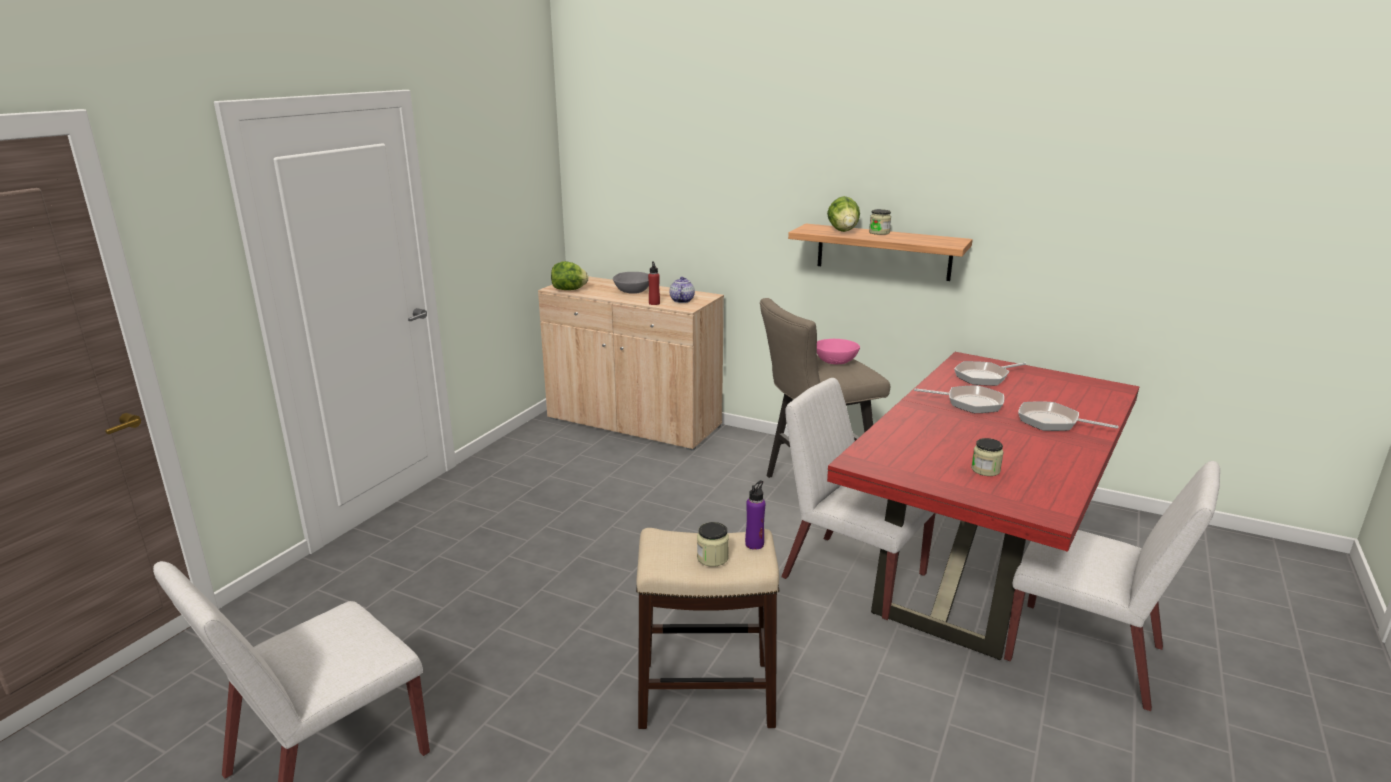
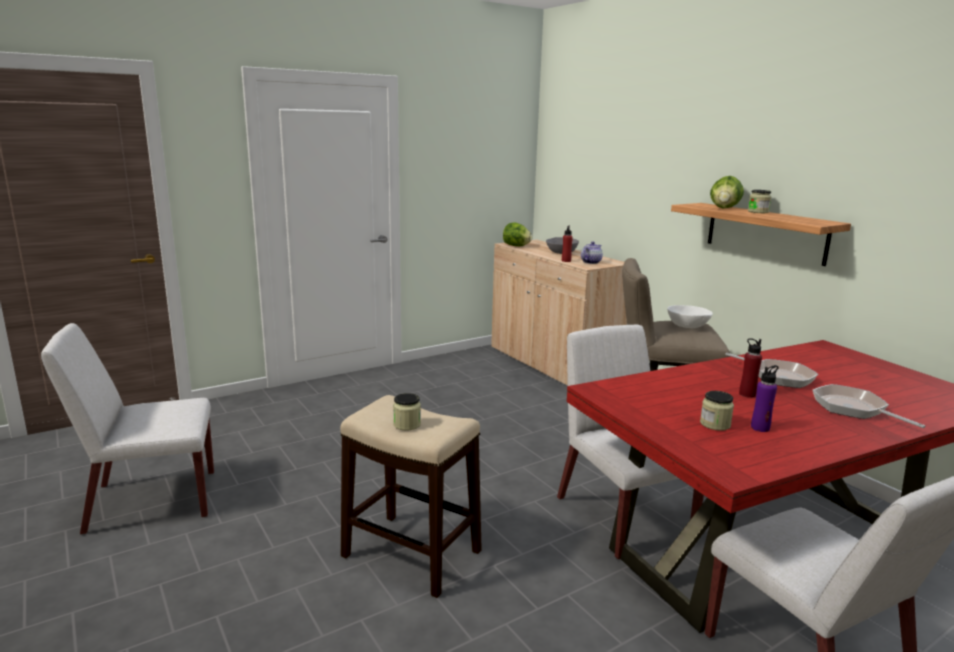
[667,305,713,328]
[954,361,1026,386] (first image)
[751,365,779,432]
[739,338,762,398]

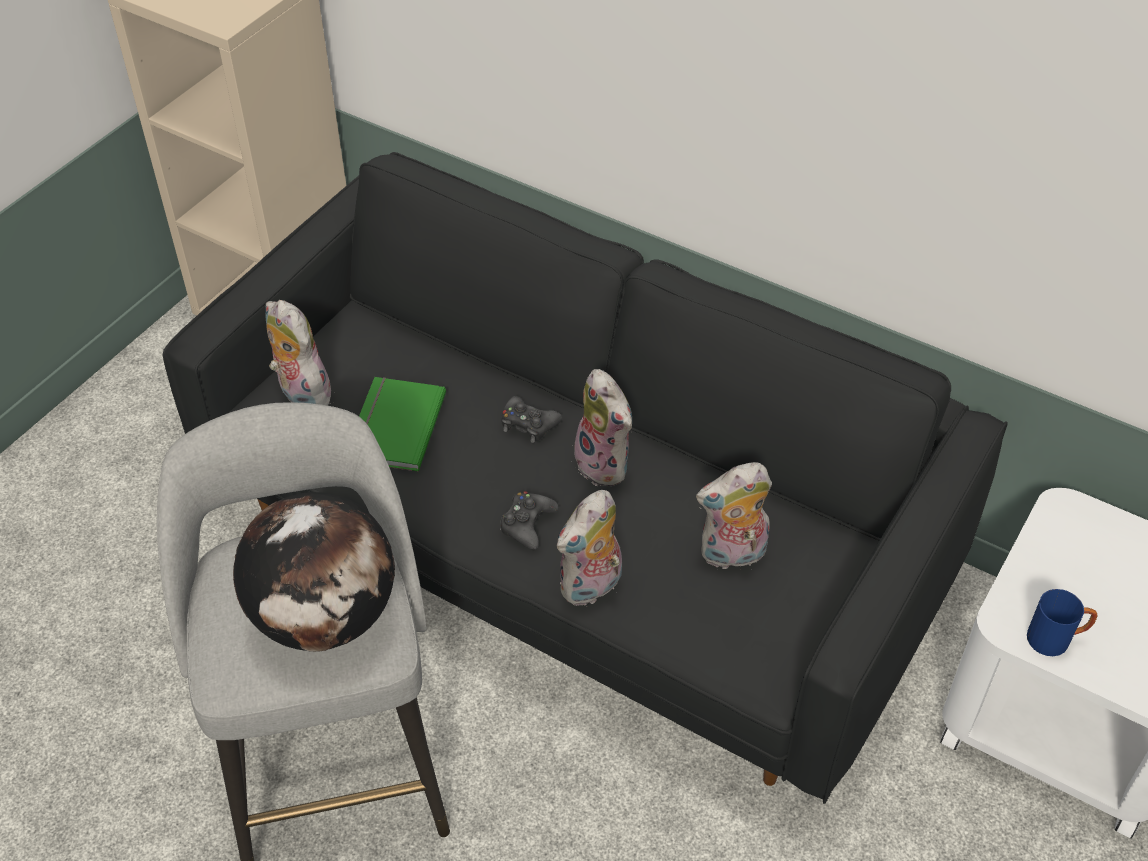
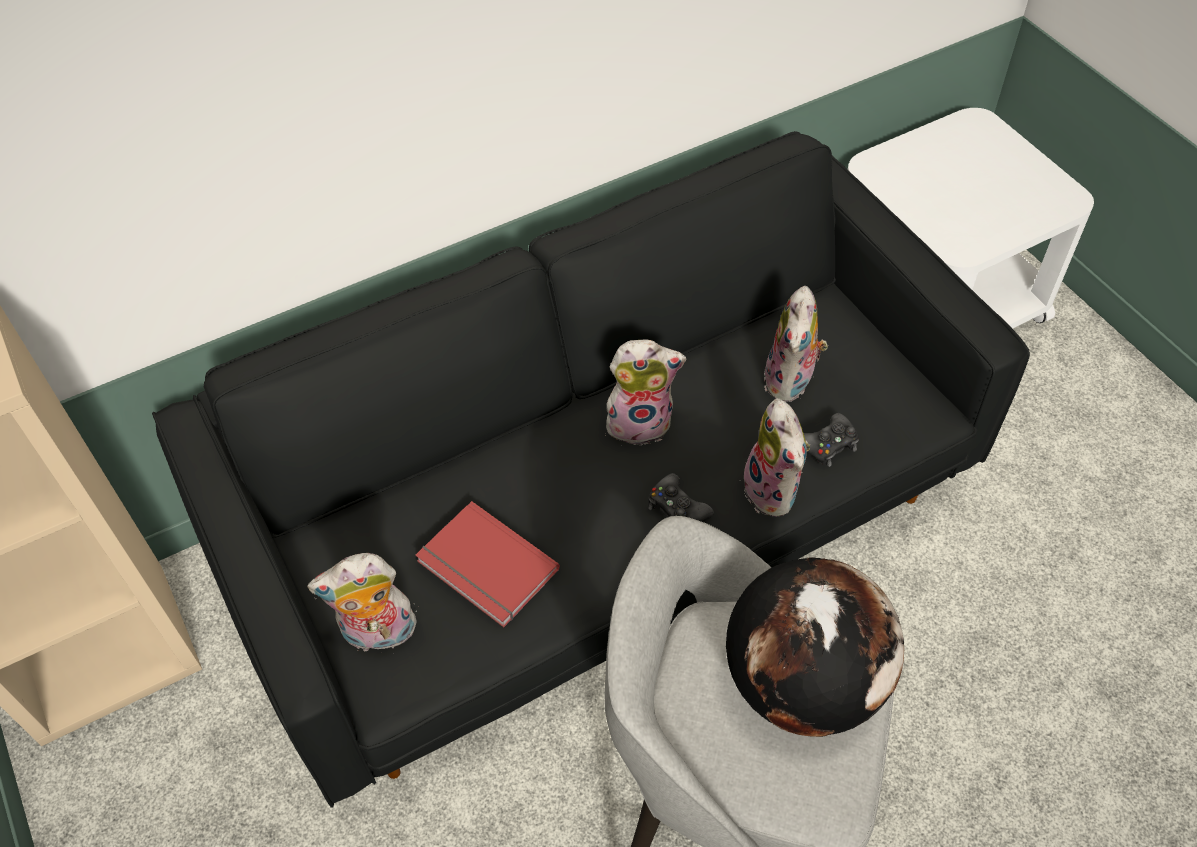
[415,501,560,627]
[804,413,859,467]
[1027,589,1097,656] (first image)

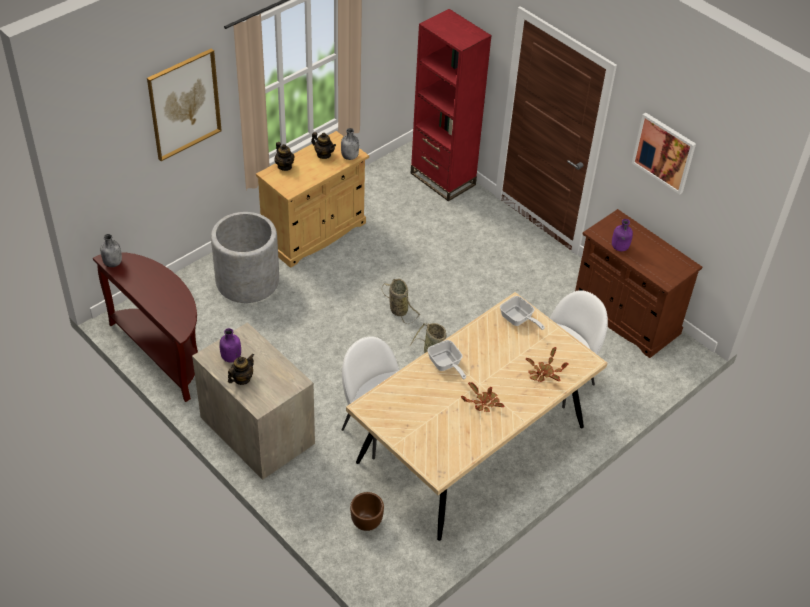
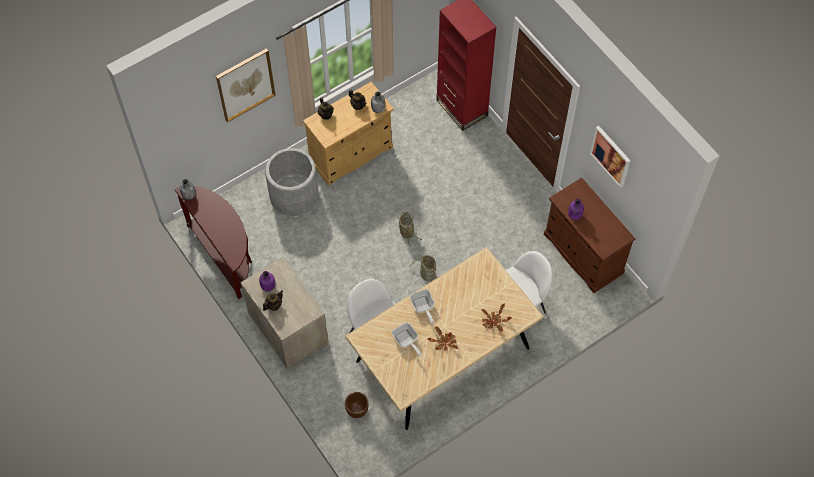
[392,322,422,356]

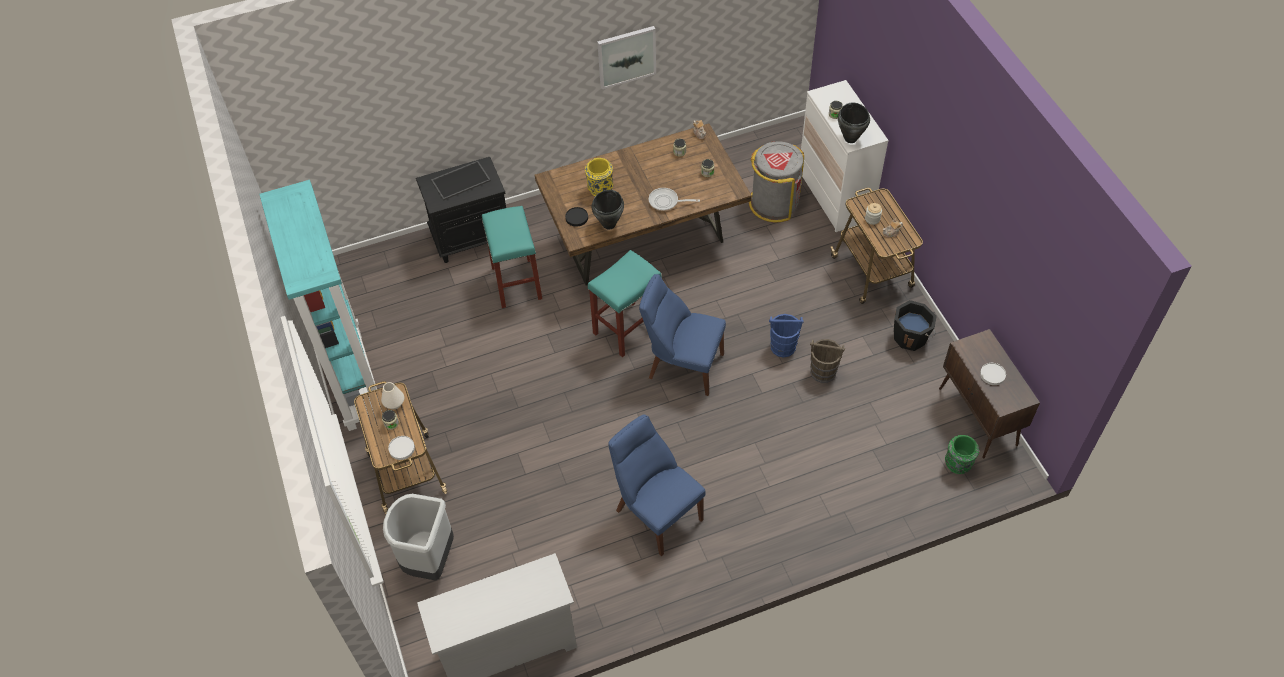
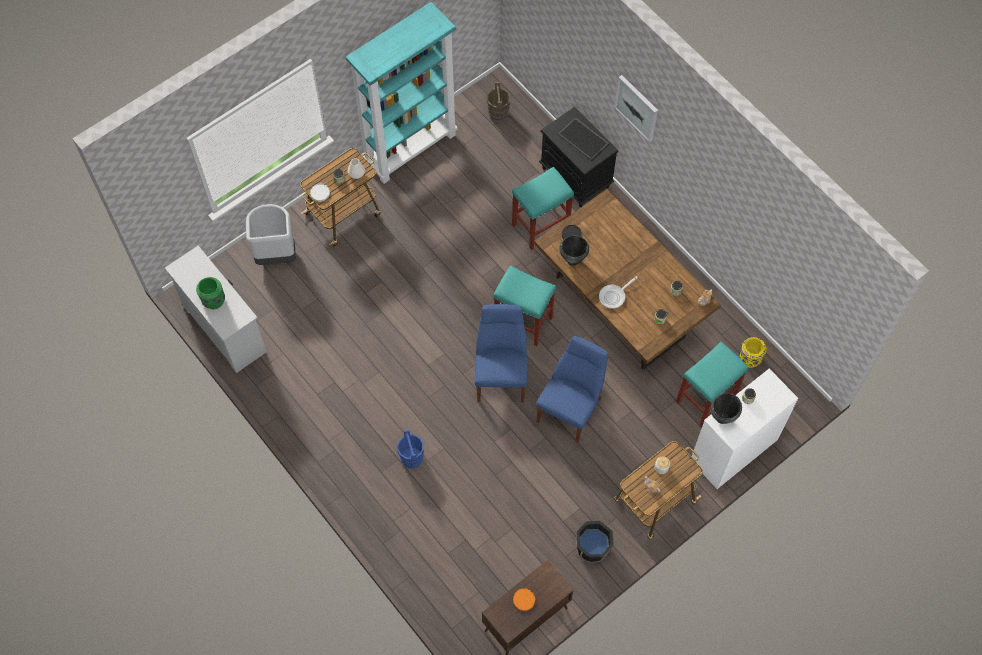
[614,75,658,142]
[676,342,748,427]
[740,337,766,368]
[599,276,638,309]
[397,430,424,469]
[487,82,511,122]
[513,588,535,611]
[536,336,608,443]
[196,277,225,309]

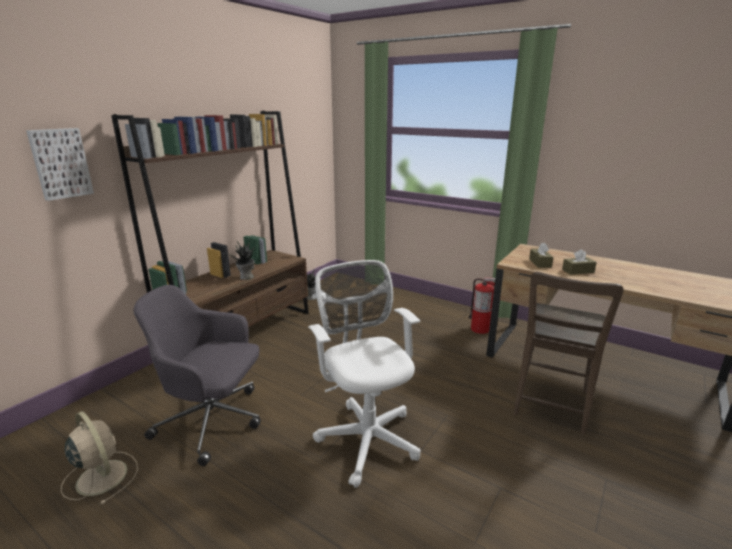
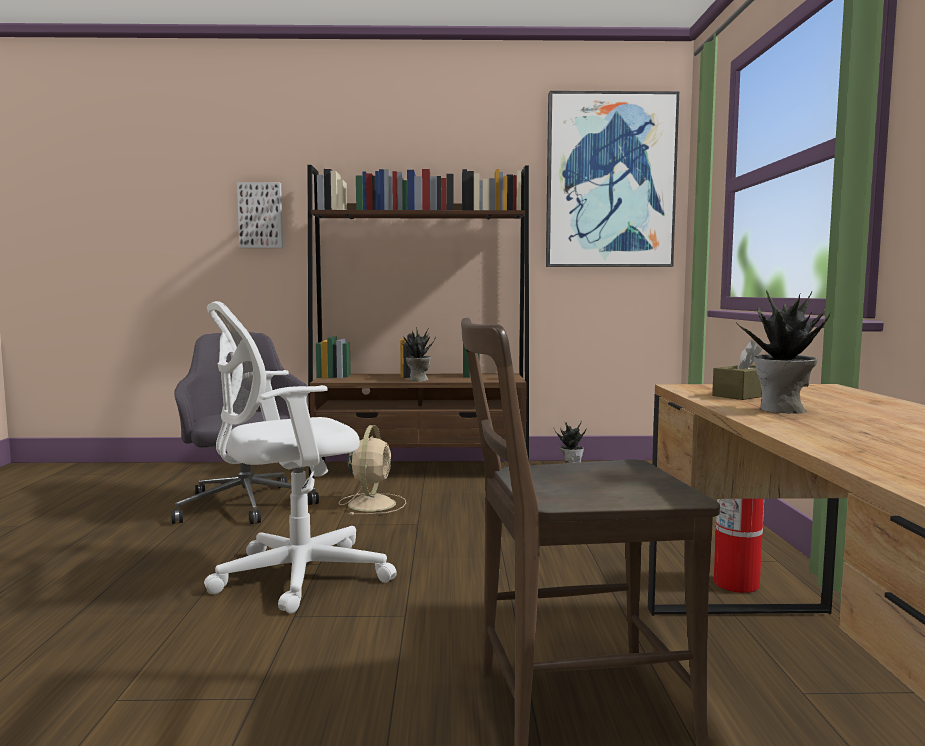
[736,291,830,414]
[204,301,397,614]
[339,425,406,515]
[546,91,679,267]

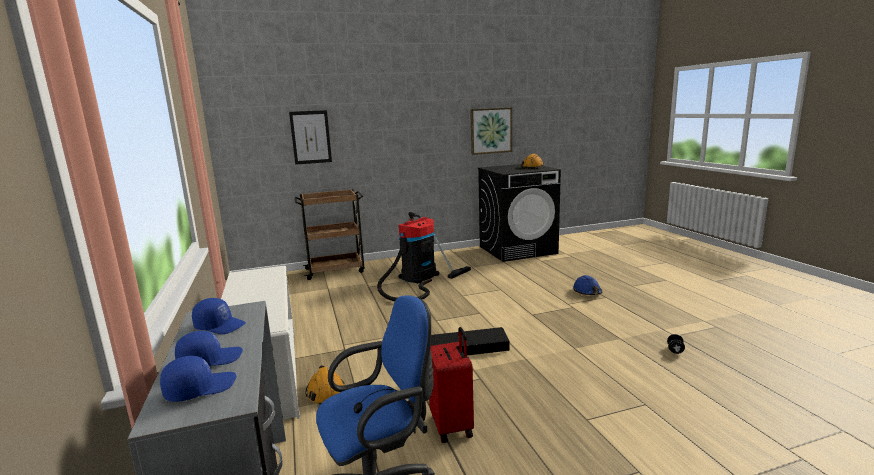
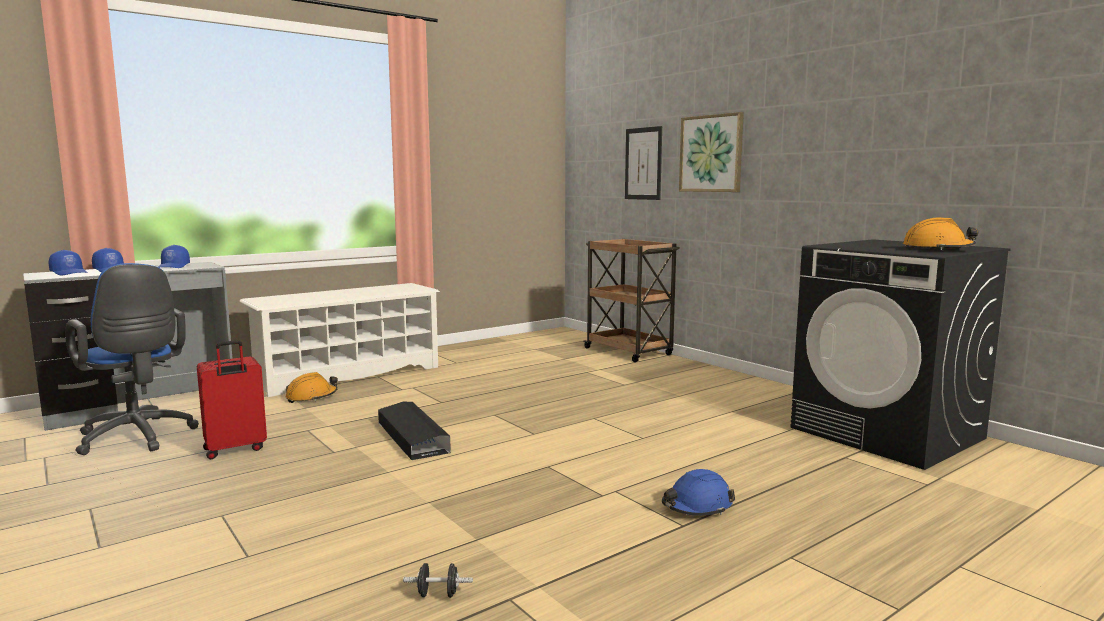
[679,112,744,192]
[377,212,471,301] (first image)

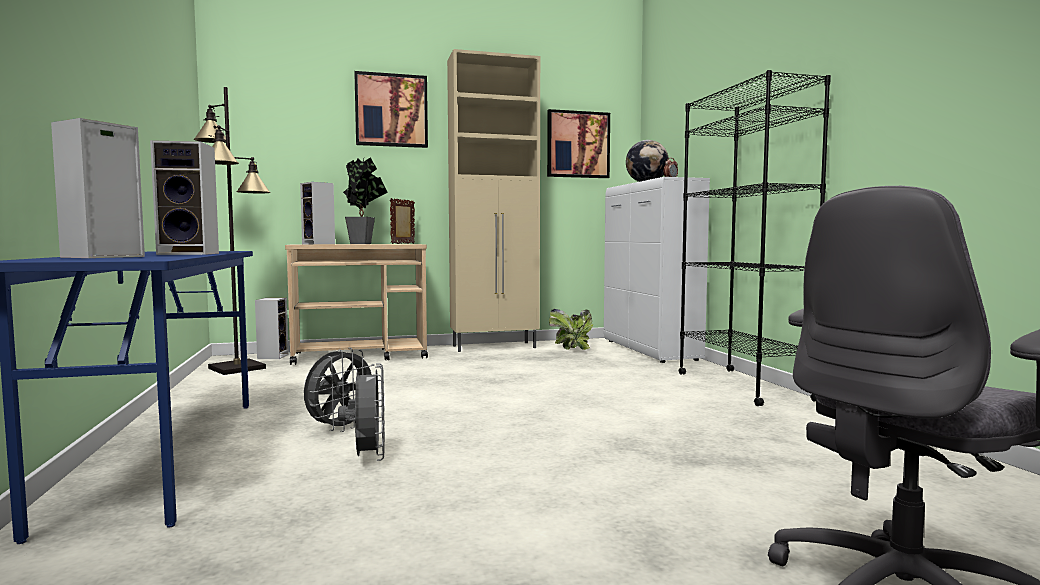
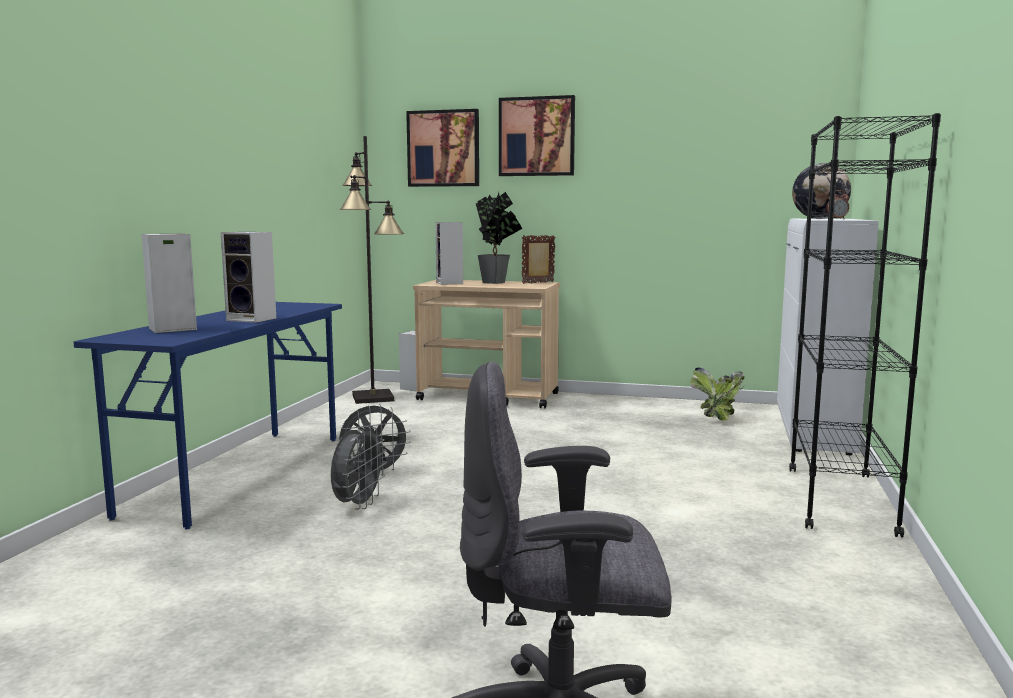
[447,49,540,352] (first image)
[406,109,479,187]

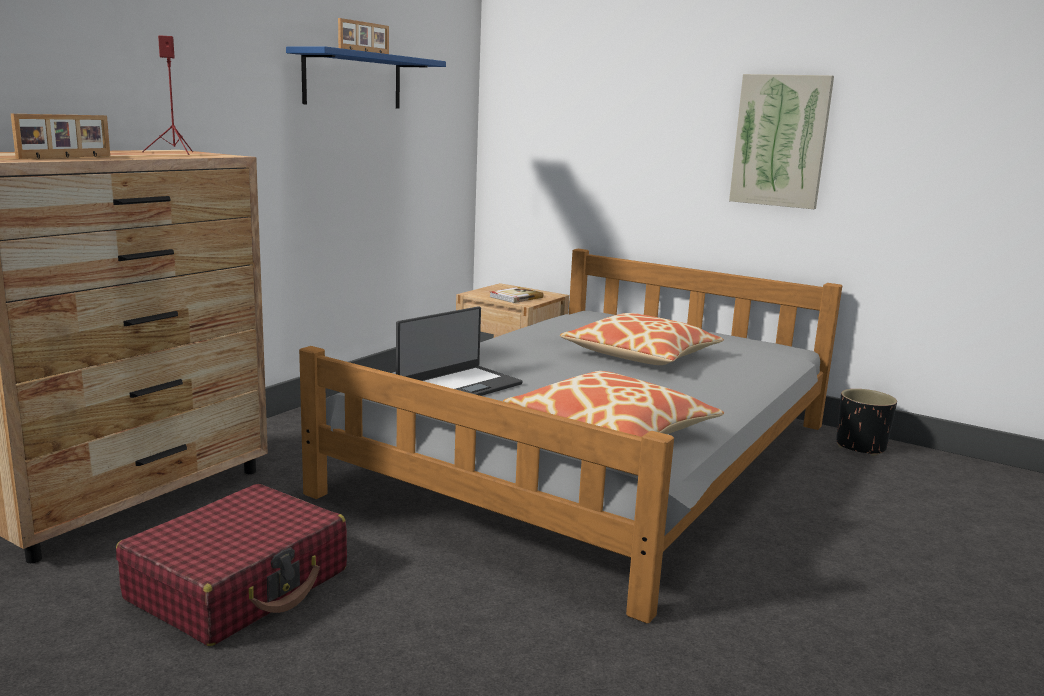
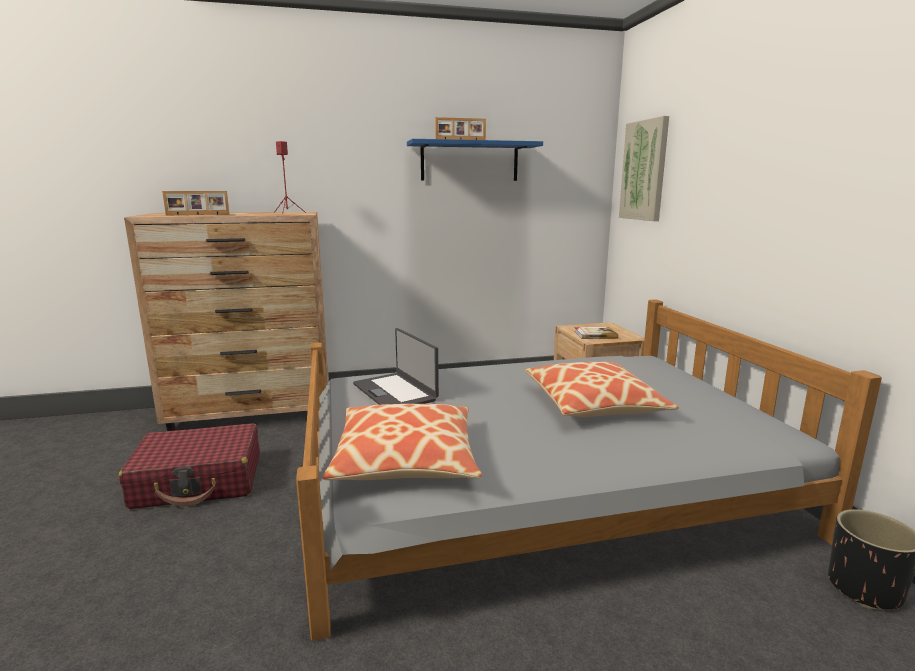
[619,116,669,221]
[353,328,439,405]

